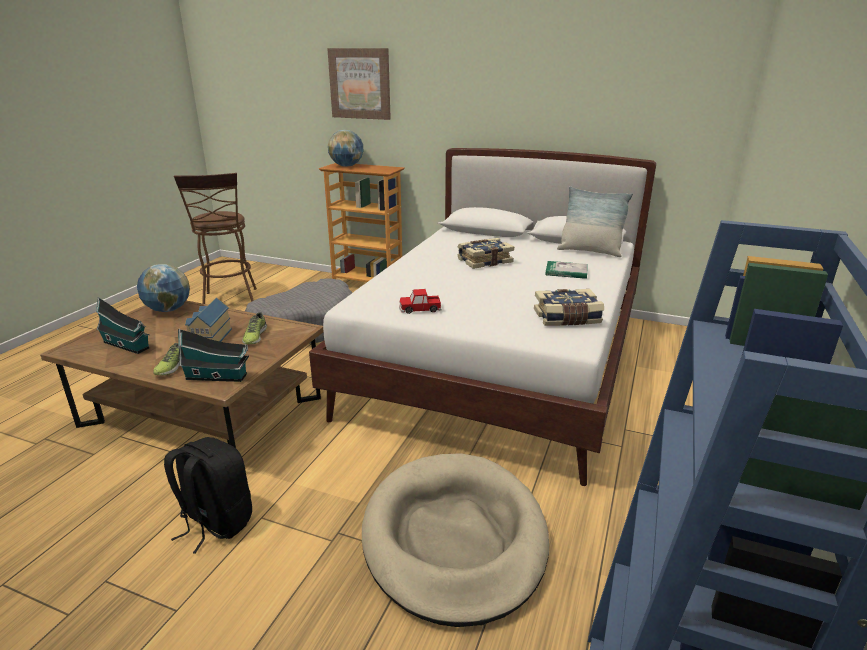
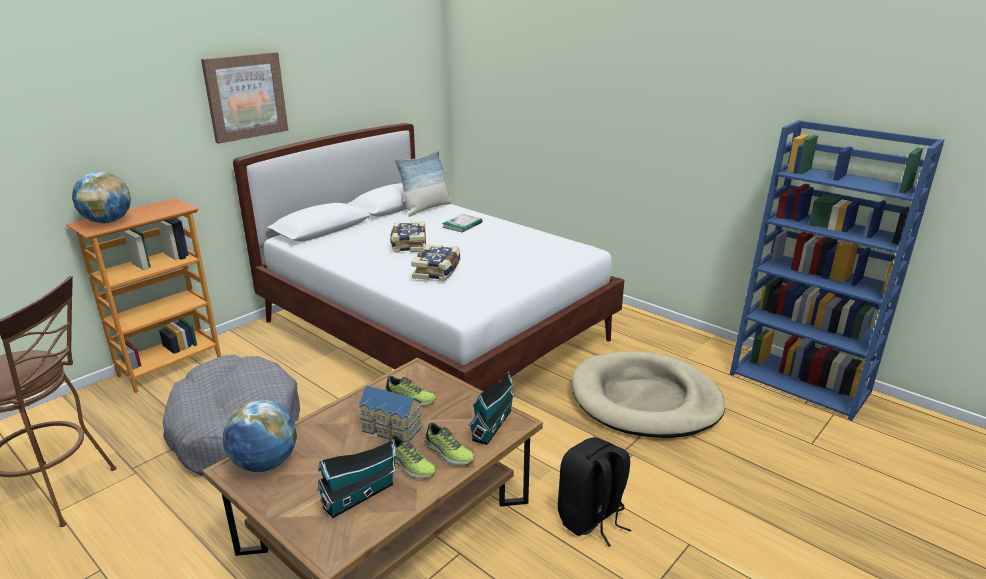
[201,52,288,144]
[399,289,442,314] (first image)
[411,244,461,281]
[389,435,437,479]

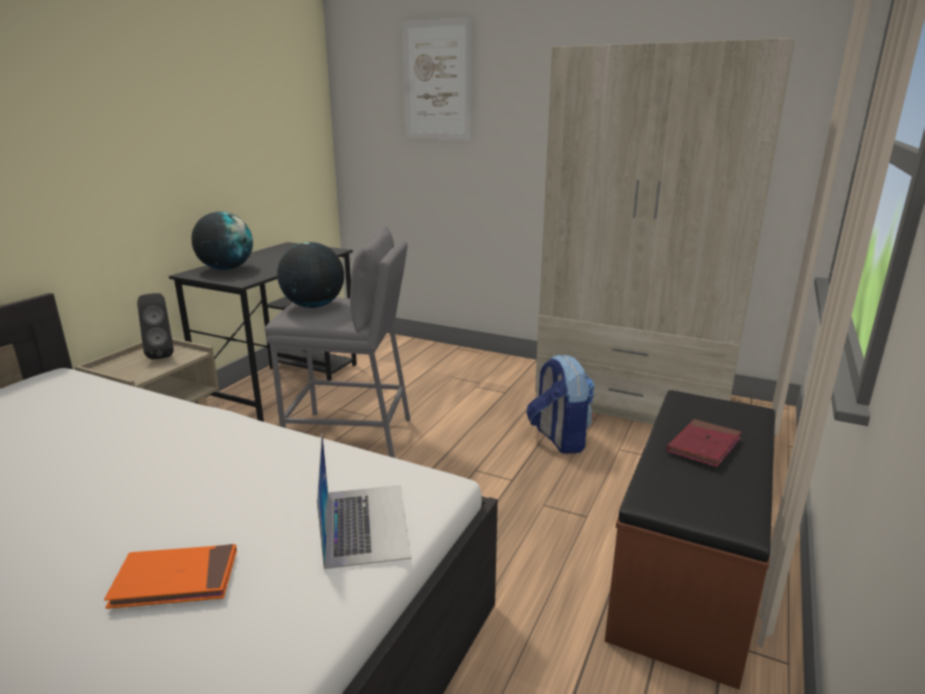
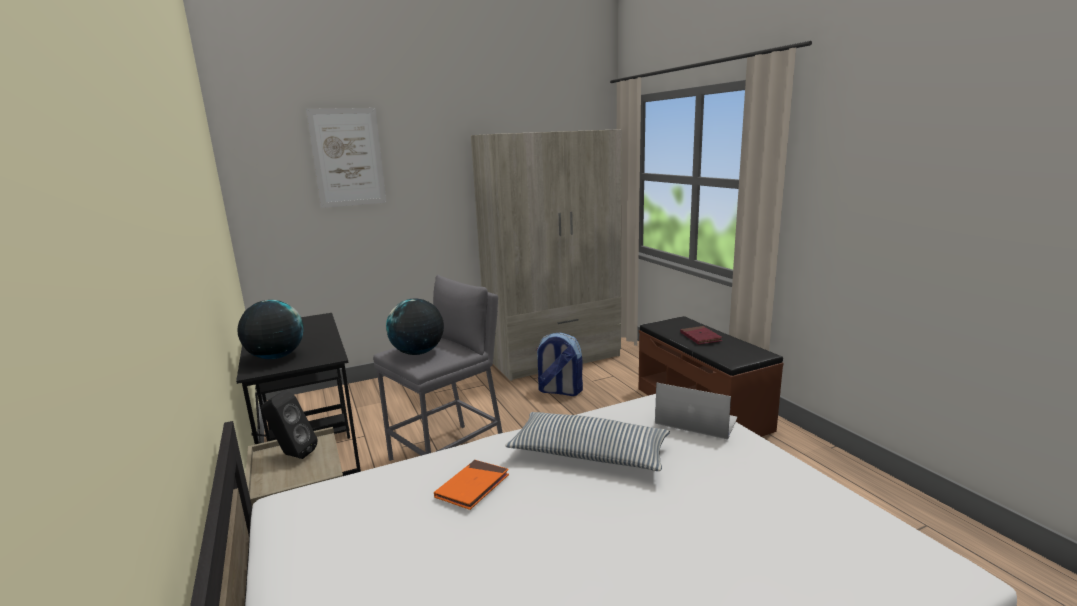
[434,460,509,510]
[505,412,670,471]

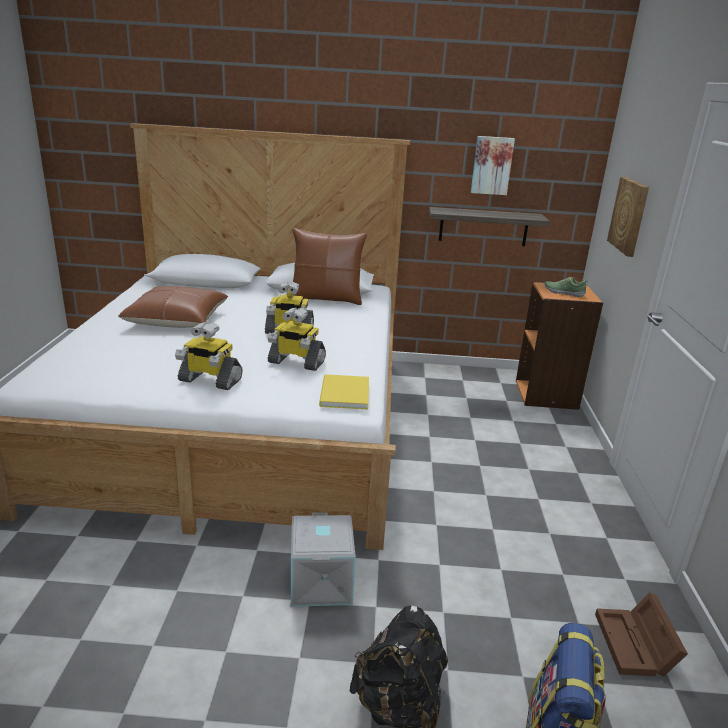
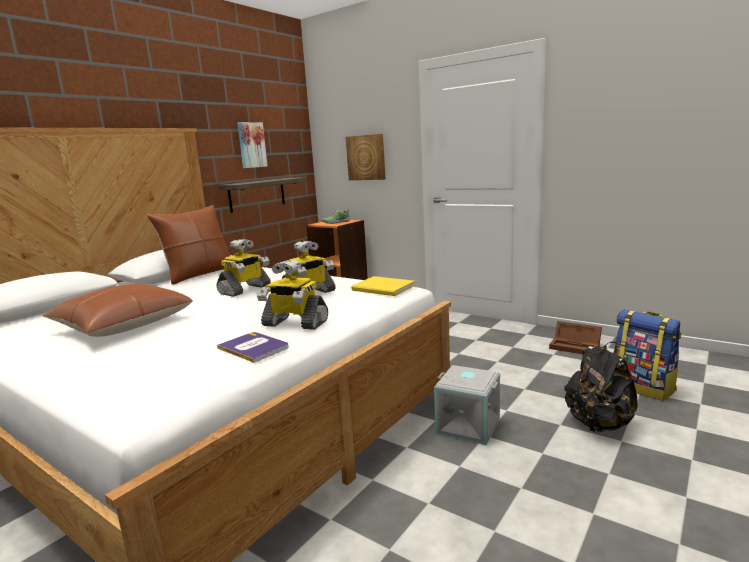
[257,260,328,330]
[217,332,289,363]

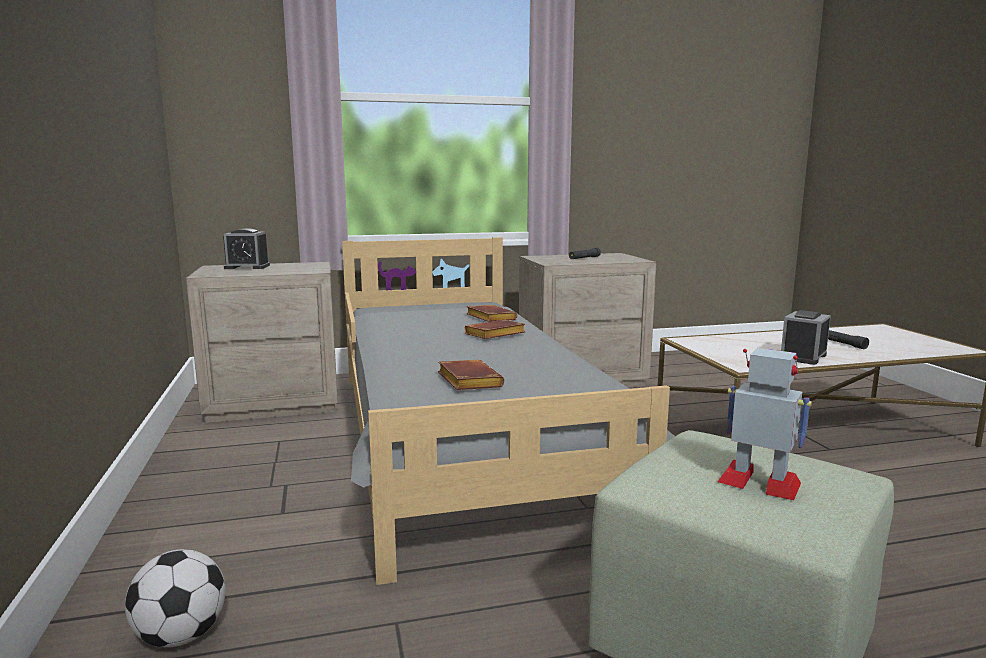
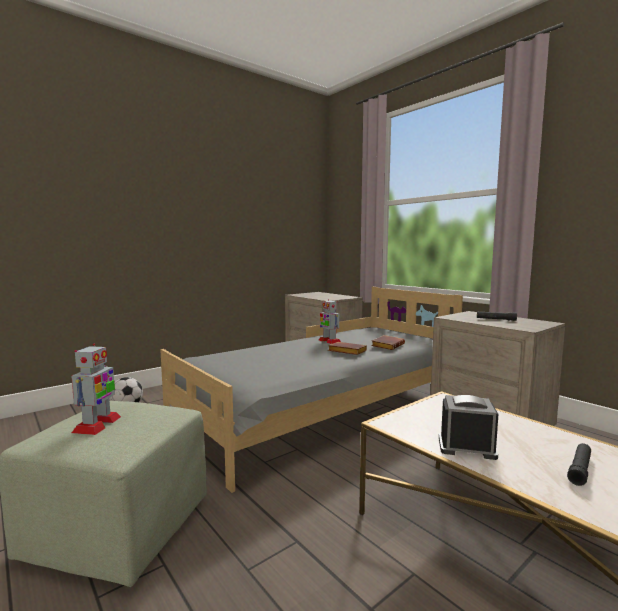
[223,228,270,269] (first image)
[438,360,504,390] (first image)
[319,299,341,344]

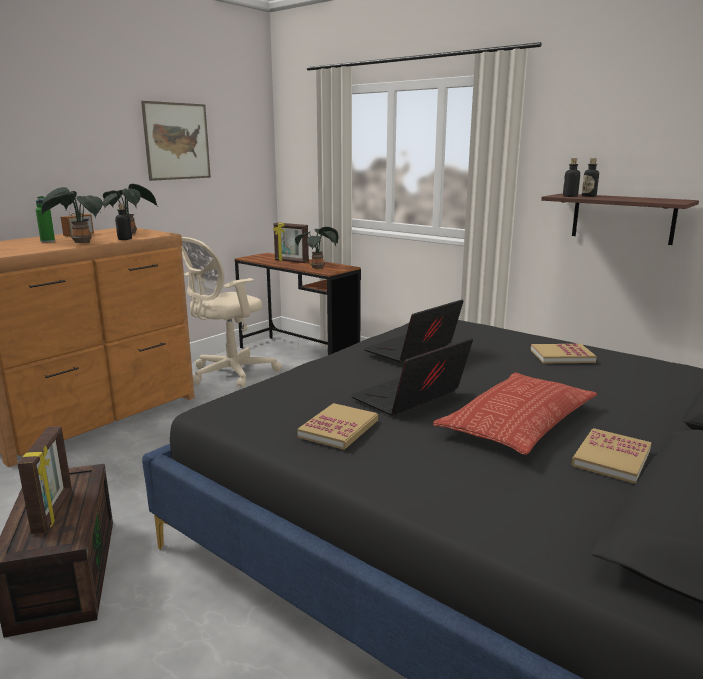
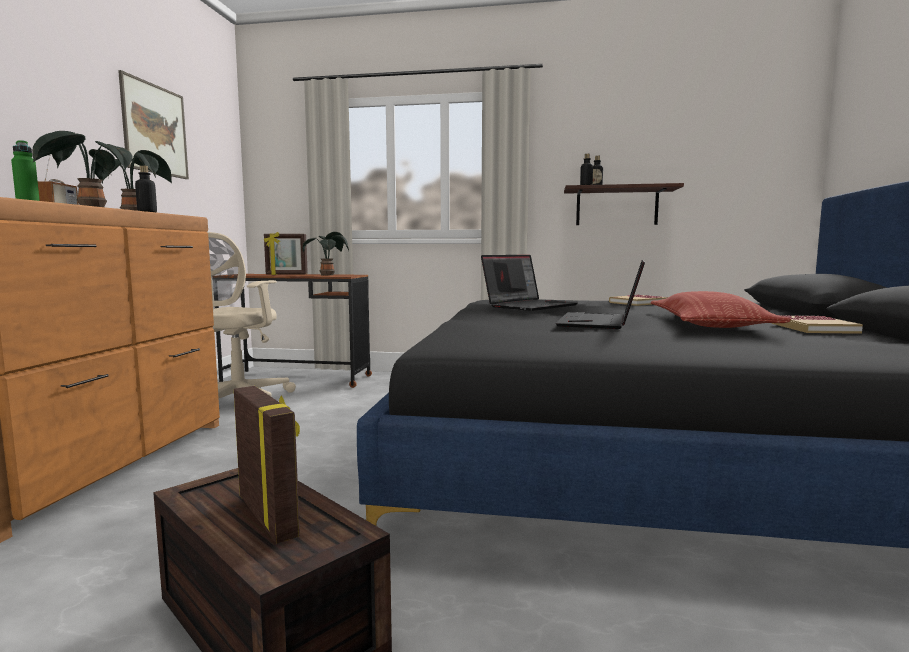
[481,255,577,311]
[297,403,378,450] (first image)

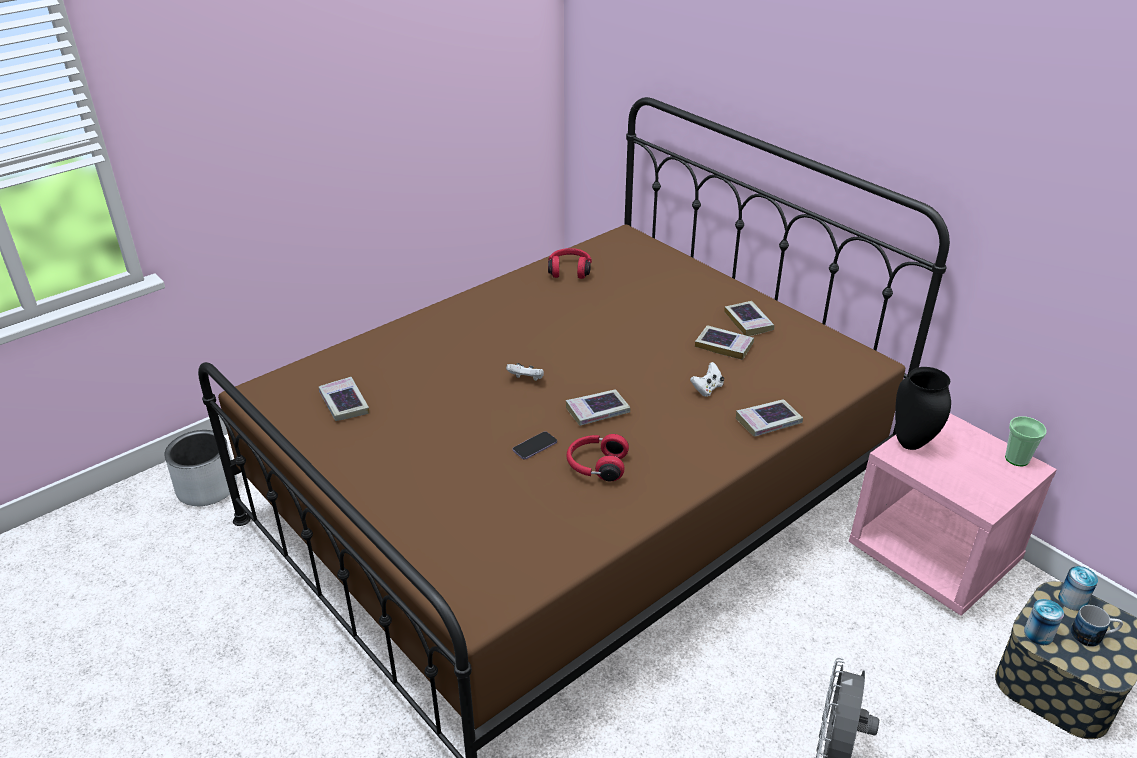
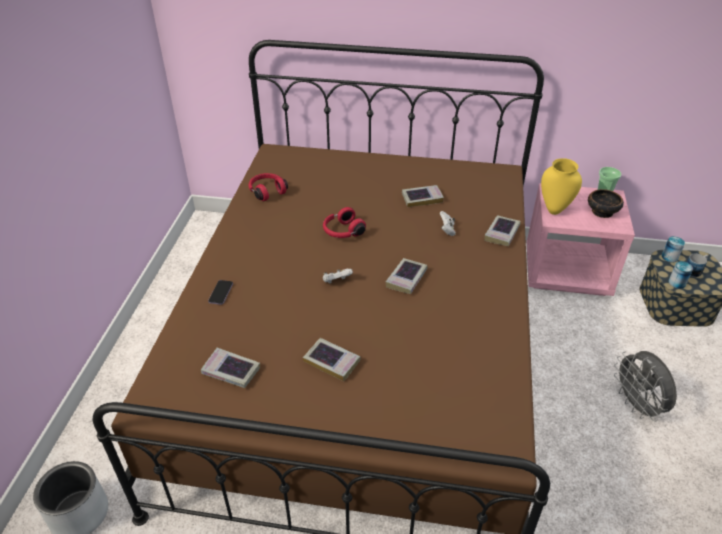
[303,338,360,381]
[541,158,582,215]
[208,280,233,305]
[323,207,366,238]
[588,189,624,218]

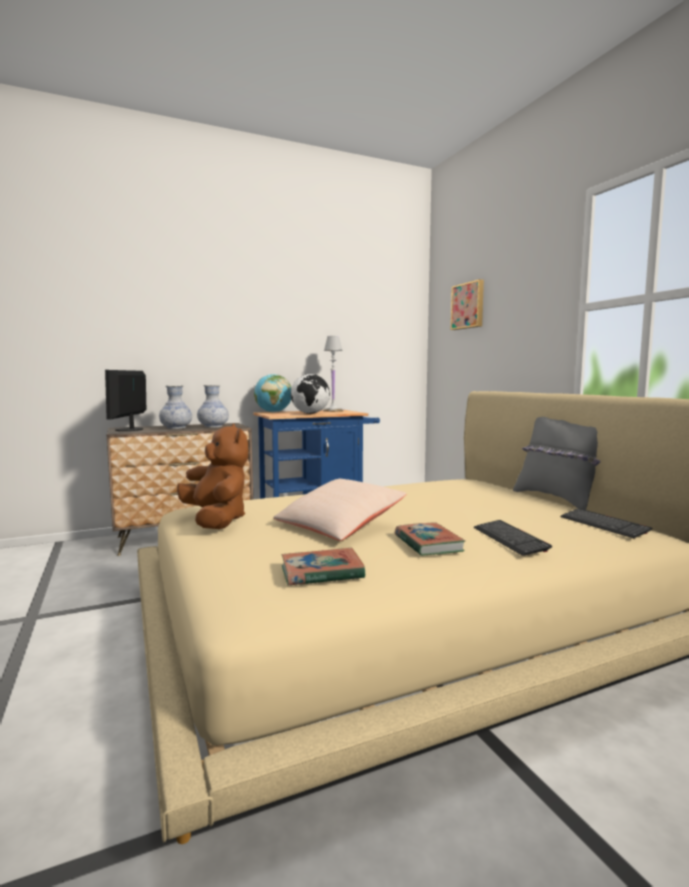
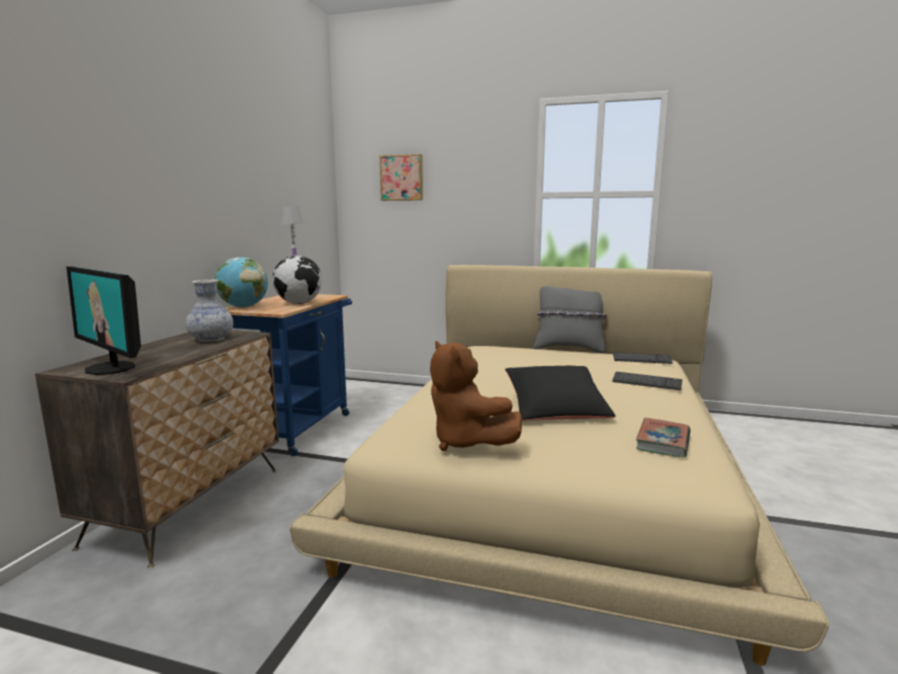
[159,385,192,429] (first image)
[430,341,522,451]
[505,366,616,421]
[395,523,466,556] (first image)

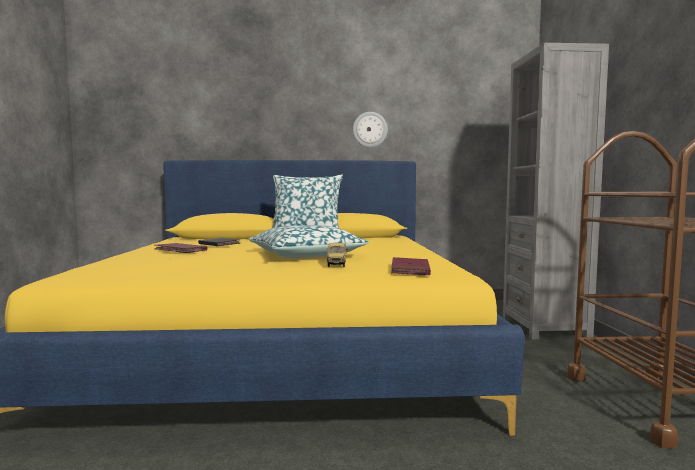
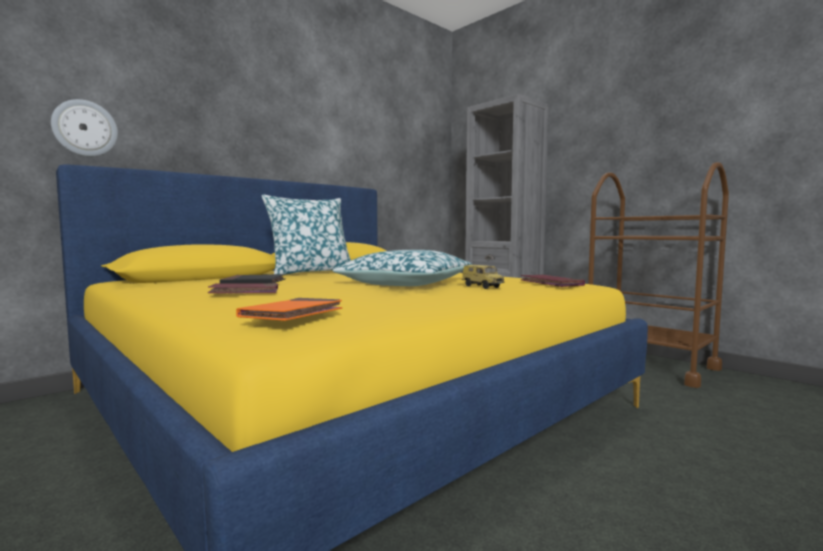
[51,99,118,157]
[236,298,342,321]

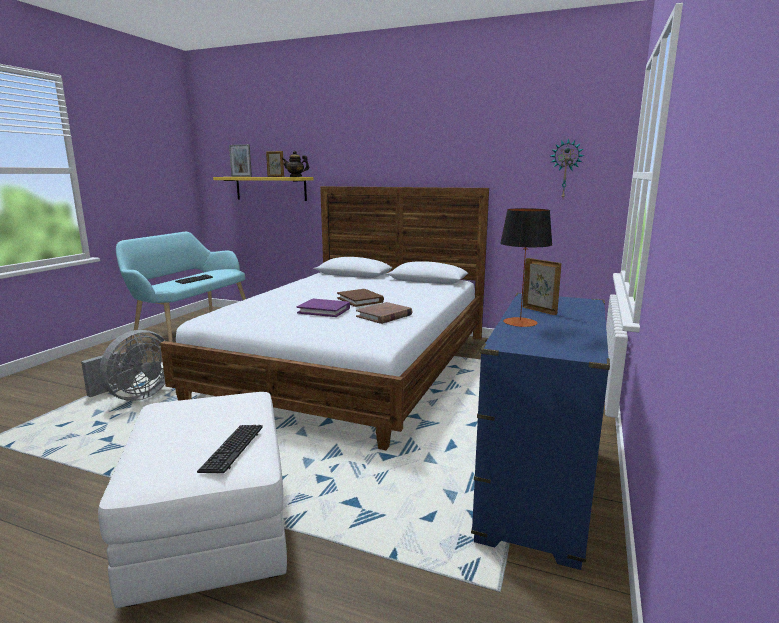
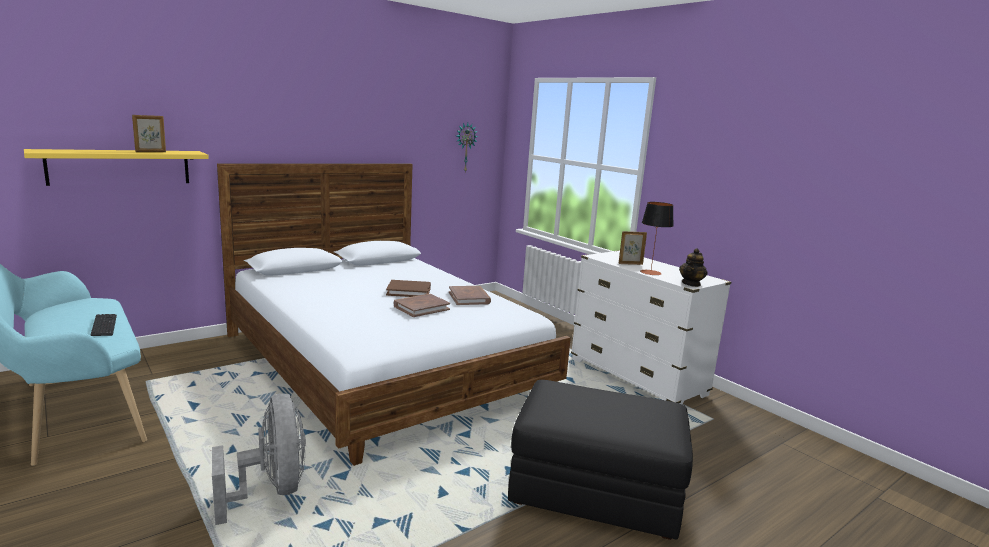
[229,144,252,177] (first image)
[679,248,707,287]
[571,250,731,405]
[393,294,450,317]
[508,380,693,540]
[197,425,263,473] (first image)

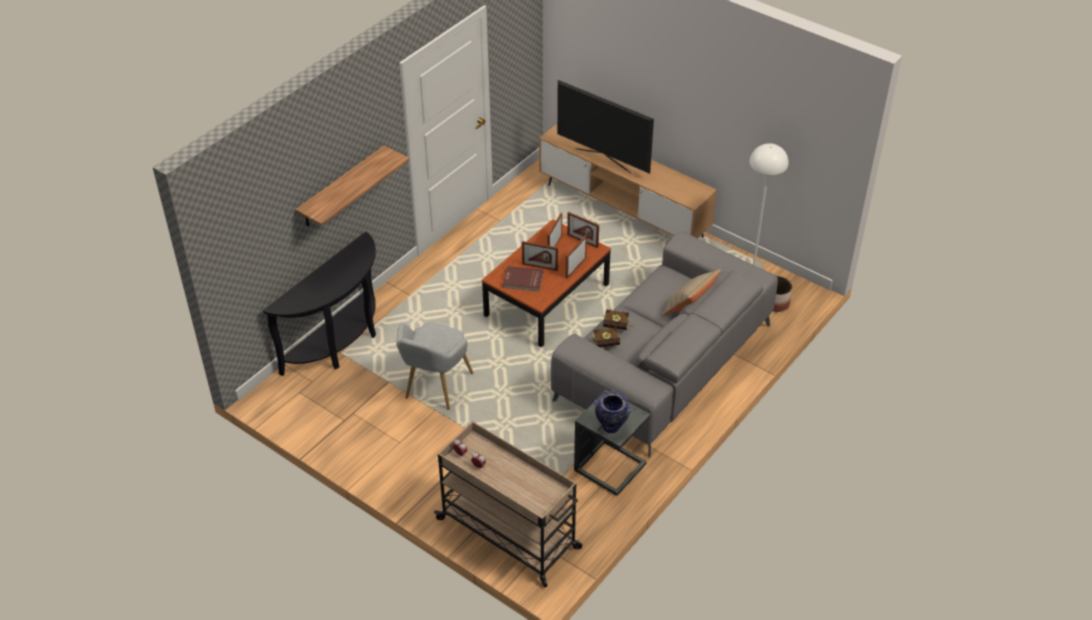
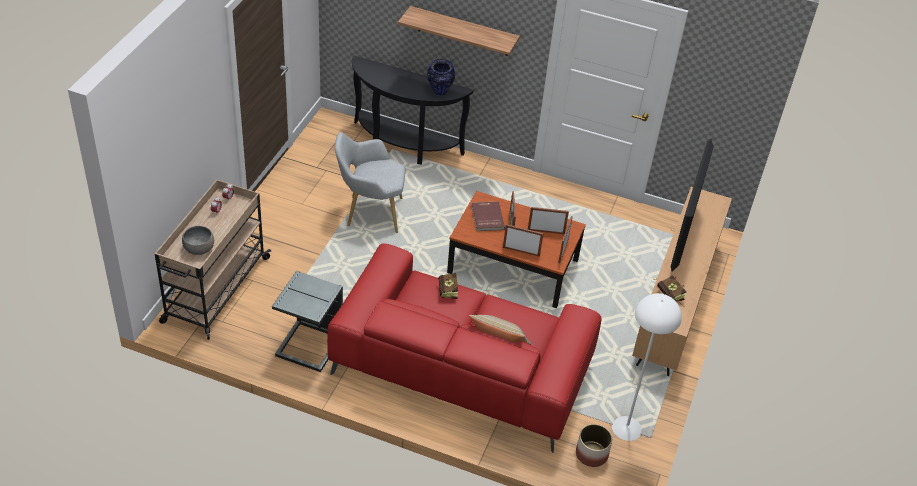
[327,243,602,453]
[657,275,686,307]
[427,59,455,96]
[182,226,214,255]

